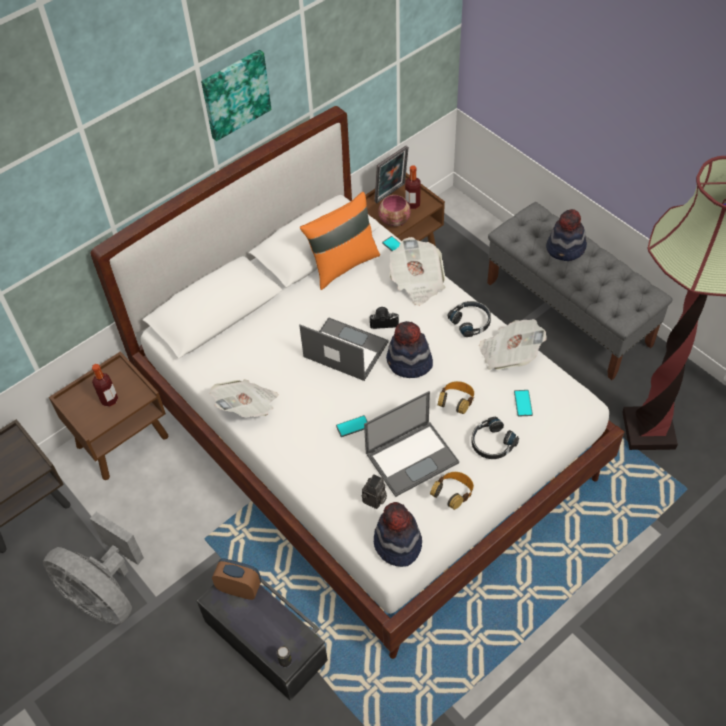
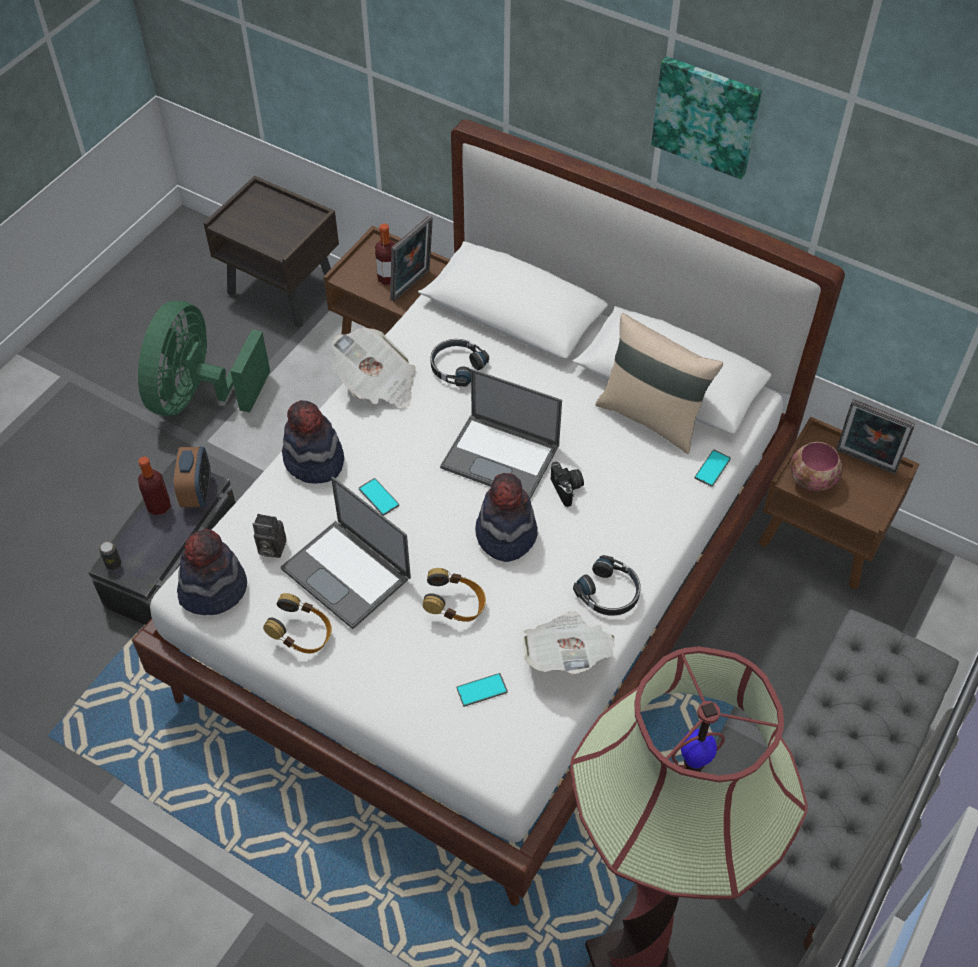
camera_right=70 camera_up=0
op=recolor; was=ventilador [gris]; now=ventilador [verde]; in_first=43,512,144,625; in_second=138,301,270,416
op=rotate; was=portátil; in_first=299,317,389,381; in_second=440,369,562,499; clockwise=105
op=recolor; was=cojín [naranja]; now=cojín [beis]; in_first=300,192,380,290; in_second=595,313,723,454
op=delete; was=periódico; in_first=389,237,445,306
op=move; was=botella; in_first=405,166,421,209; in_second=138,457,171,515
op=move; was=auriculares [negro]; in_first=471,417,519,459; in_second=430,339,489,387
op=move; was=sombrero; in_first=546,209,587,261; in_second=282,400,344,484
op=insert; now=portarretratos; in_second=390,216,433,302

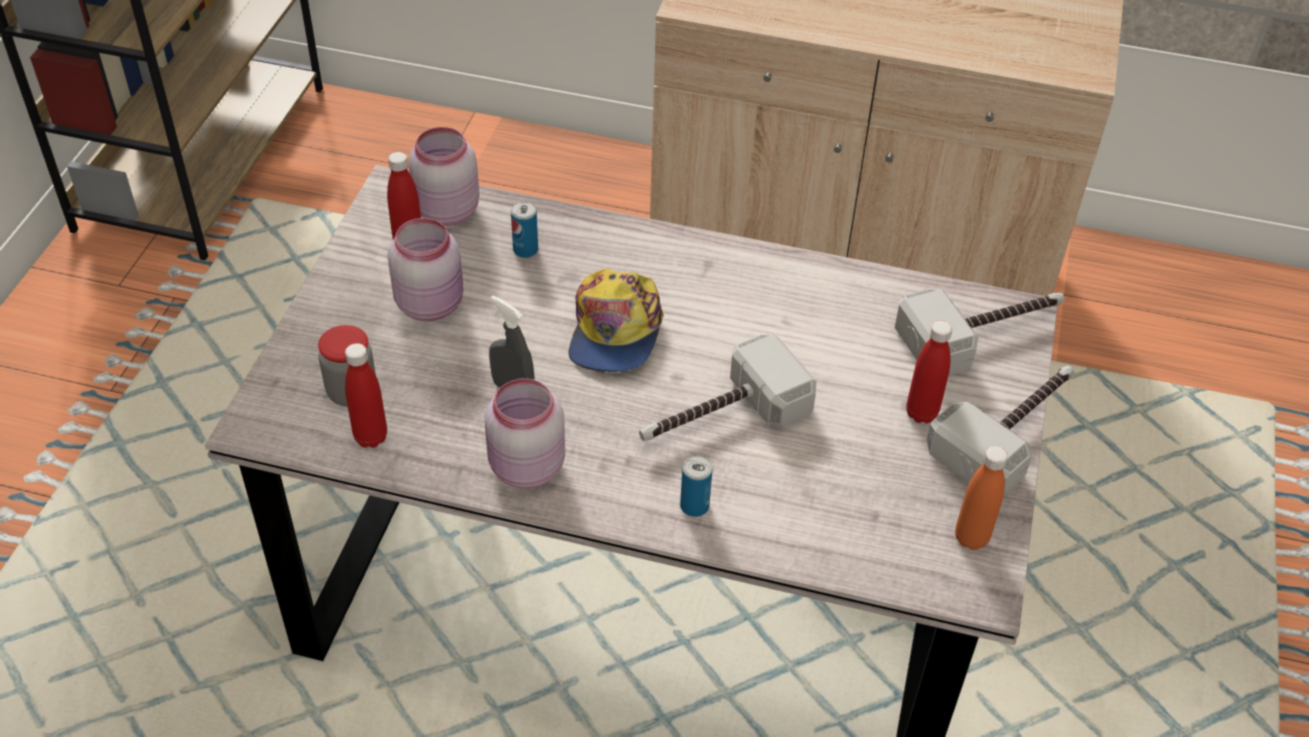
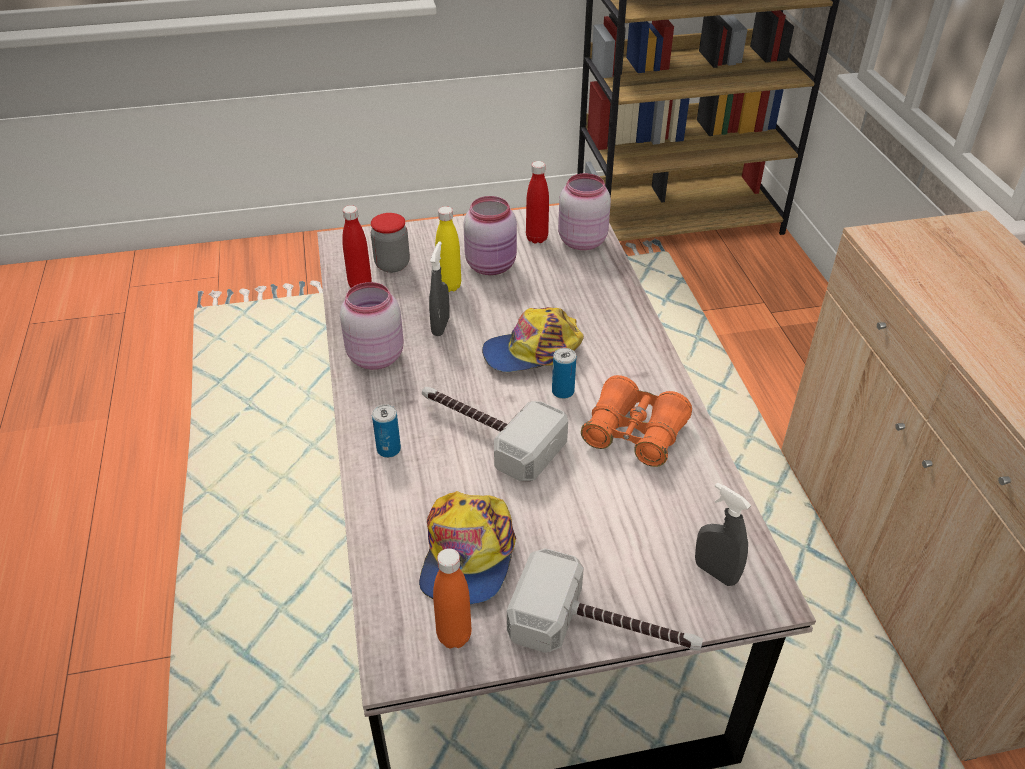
camera_right=65 camera_up=-5
op=move; was=lata; in_first=511,201,538,258; in_second=552,348,576,399
op=replace; was=martillo; now=pulverizador [gris]; in_first=895,288,1065,376; in_second=695,482,751,586
op=delete; was=botella [rojo]; in_first=906,321,952,424
op=insert; now=gorra; in_second=419,491,516,604
op=insert; now=botella [amarillo]; in_second=435,206,461,292
op=insert; now=prismáticos [naranja]; in_second=581,375,692,467

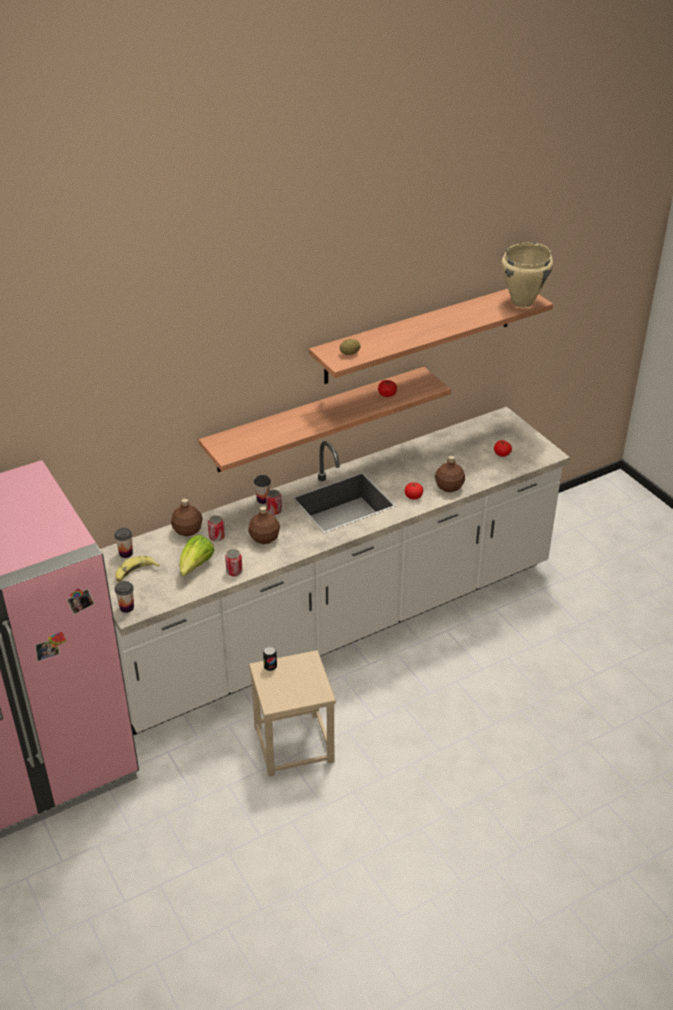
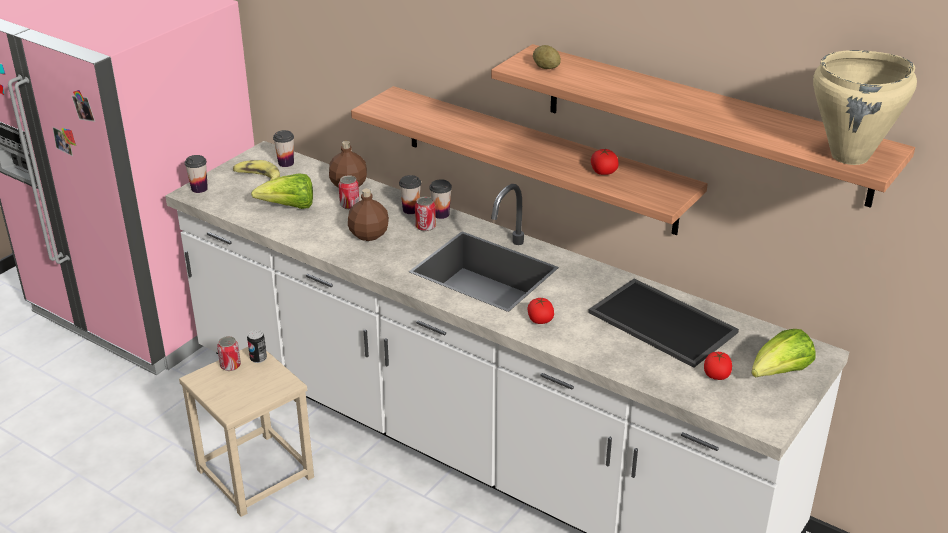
camera_right=65 camera_up=-5
op=move; was=lata; in_first=225,549,243,576; in_second=217,336,241,371
op=delete; was=botella [marrón]; in_first=435,456,465,492
op=insert; now=taza; in_second=399,175,421,214
op=insert; now=bandeja; in_second=588,278,739,368
op=insert; now=lechuga; in_second=751,329,815,378

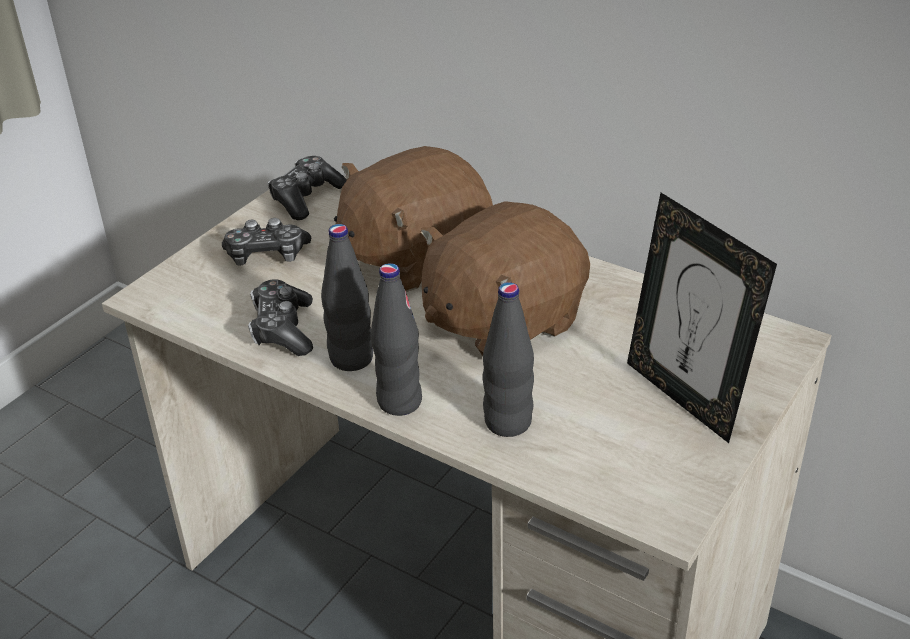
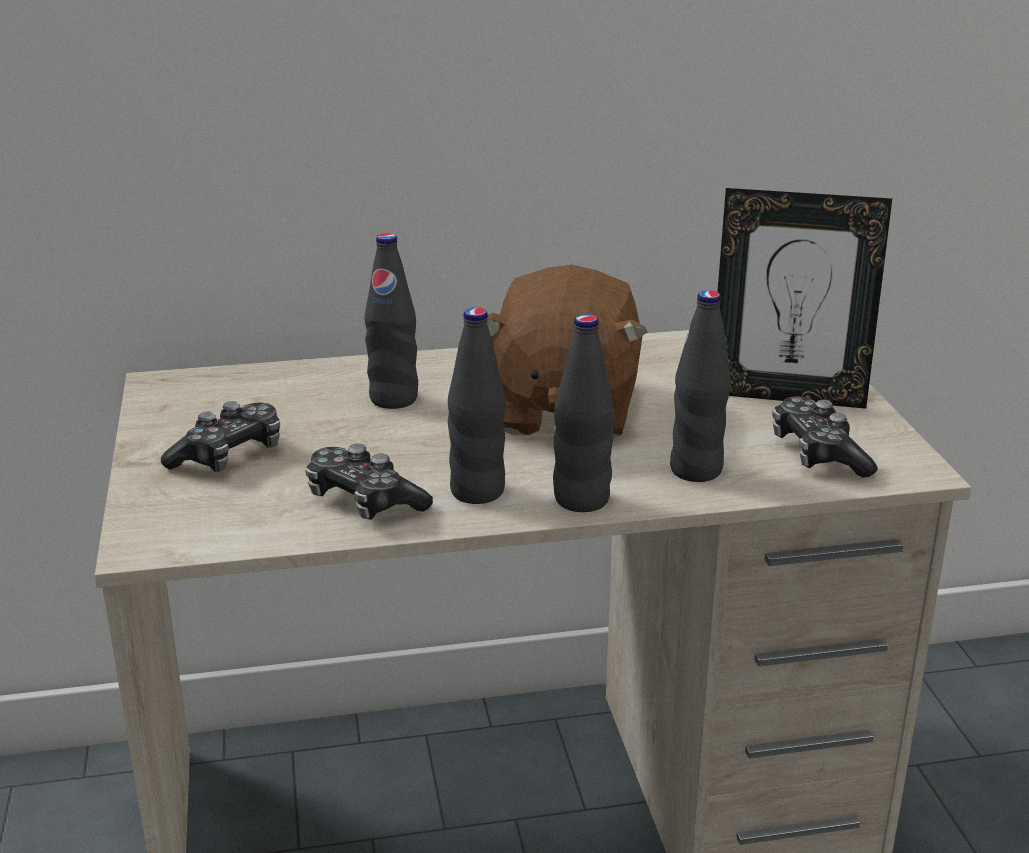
camera_right=-45 camera_up=-10
op=move; was=mando de consola; in_first=267,156,347,220; in_second=772,396,878,478
op=replace; was=peluche [marrón]; now=botella [negro]; in_first=334,146,493,292; in_second=364,233,418,409

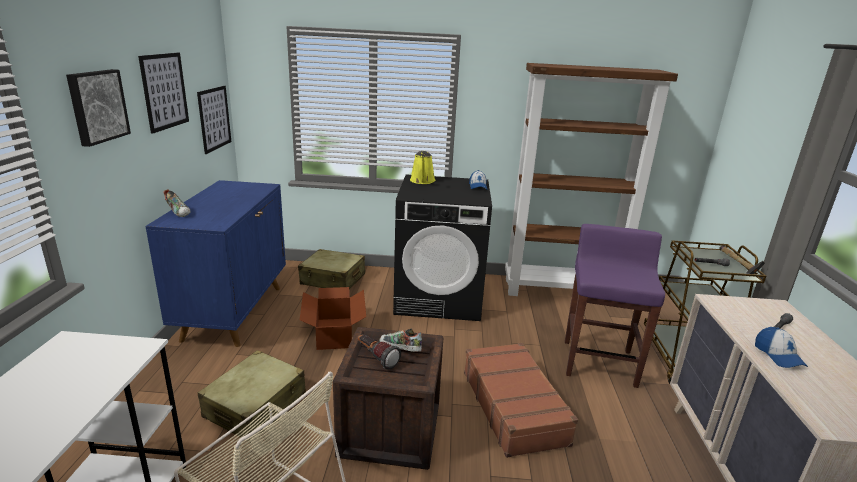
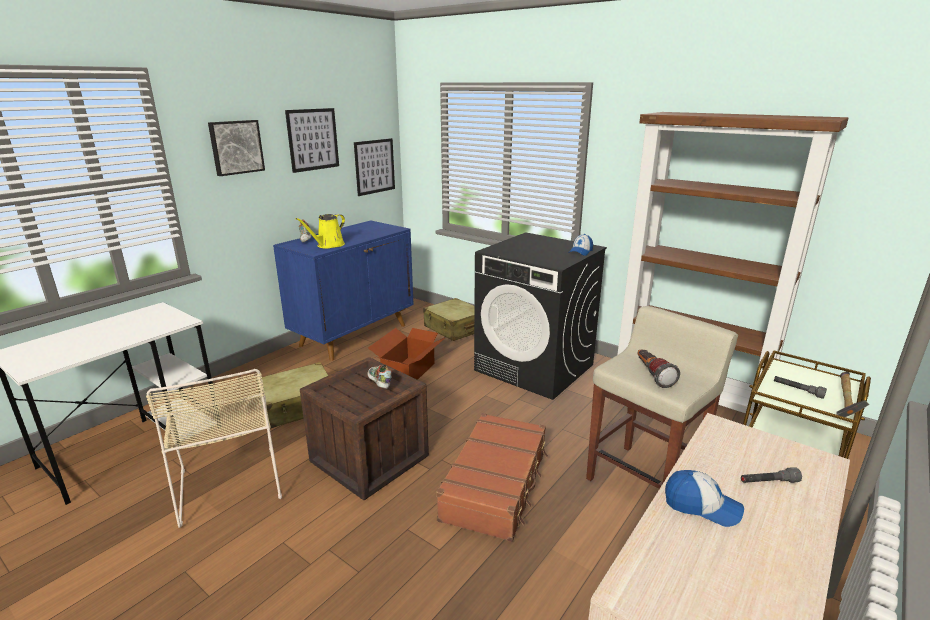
camera_right=35 camera_up=0
op=move; was=linterna; in_first=358,335,401,369; in_second=637,349,680,388
op=move; was=regadera [amarillo]; in_first=410,151,436,184; in_second=296,214,345,249
op=recolor; was=taburete [morado]; now=taburete [beis]; in_first=565,224,665,388; in_second=586,306,738,489
op=rotate; was=gorra; in_first=755,327,808,368; in_second=665,470,744,527; clockwise=-90

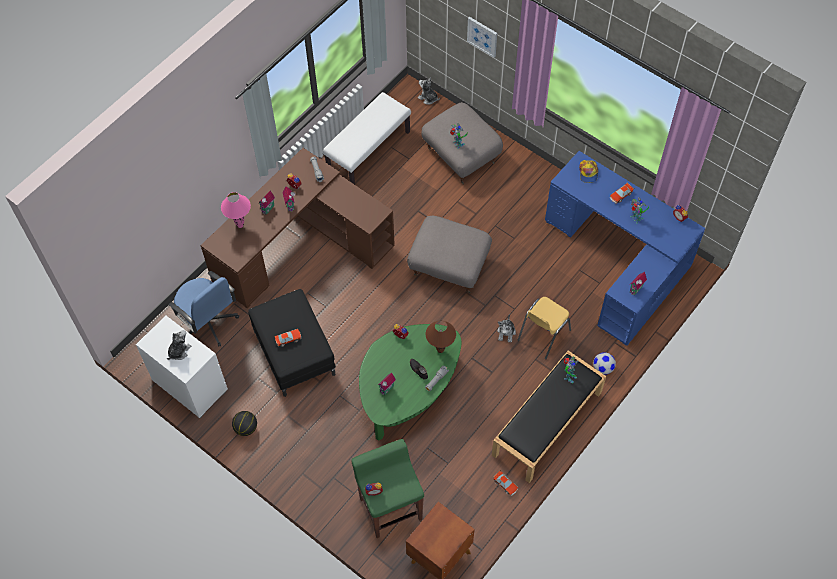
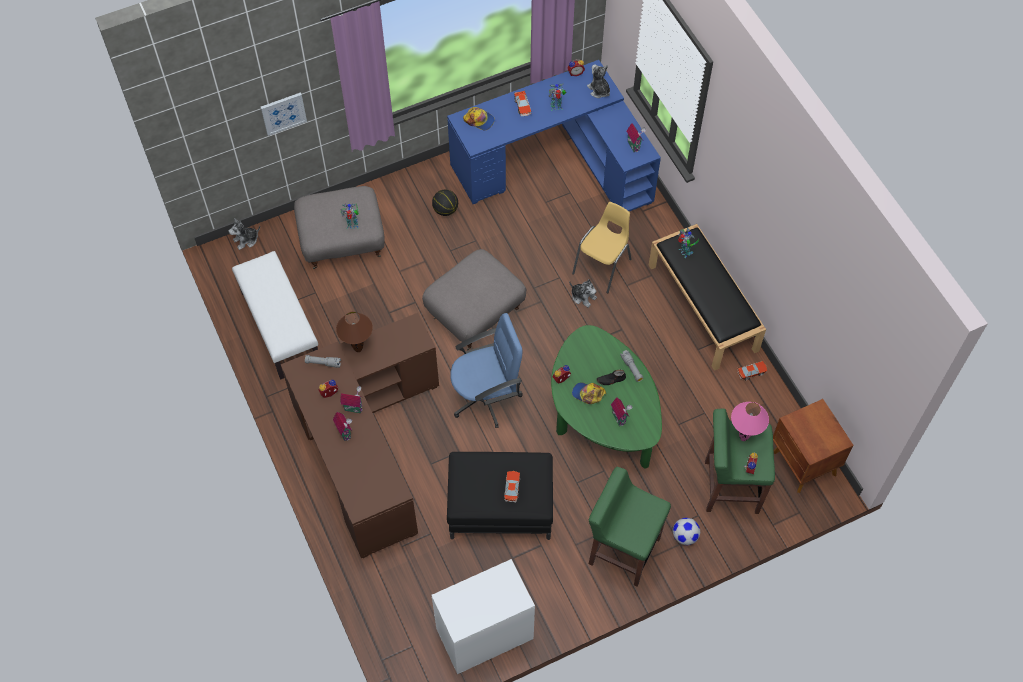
camera_right=-65 camera_up=0
op=move; was=peluche; in_first=167,330,191,360; in_second=587,64,610,98
op=move; was=silla de oficina [azul]; in_first=168,271,239,346; in_second=450,313,523,428
op=move; was=lámpara de mesa [rosa]; in_first=221,192,251,228; in_second=731,402,769,441
op=move; was=balón de baloncesto; in_first=232,411,257,436; in_second=432,189,458,216
op=move; was=lámpara de mesa [marrón]; in_first=426,321,456,353; in_second=336,312,373,352
op=rotate; was=silla [amarillo]; in_first=517,297,571,359; in_second=572,202,632,294; clockwise=-120
op=move; was=balón de fútbol; in_first=593,352,616,375; in_second=673,518,700,545
op=insert; now=gorra; in_second=572,382,606,404
op=insert; now=taburete [verde]; in_second=589,467,671,587

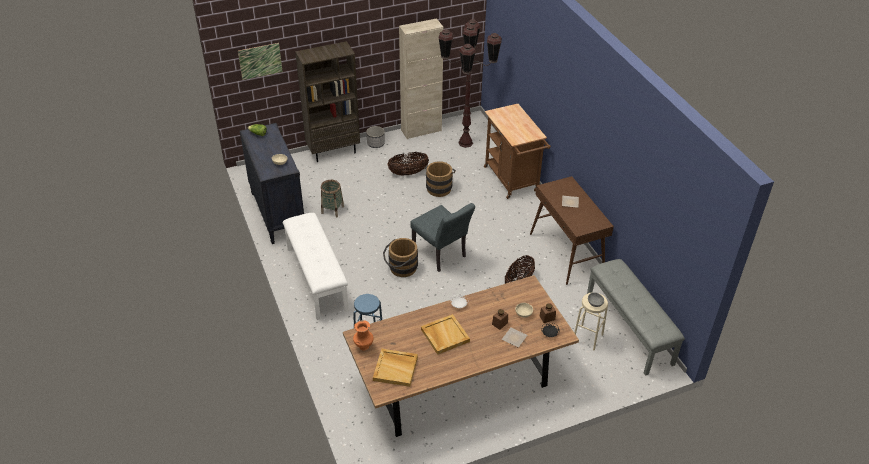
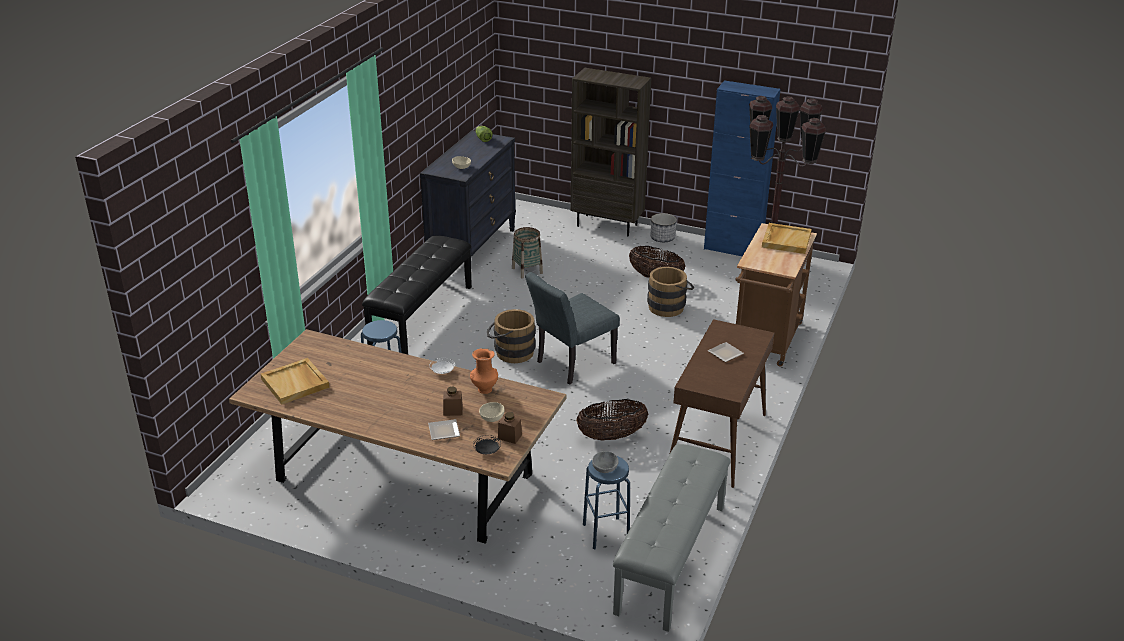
camera_right=45 camera_up=-10
op=delete; was=cuadro; in_first=238,43,283,80
op=recolor; was=banco [blanco]; now=banco [negro]; in_first=283,213,349,320; in_second=362,235,472,354
op=move; was=florero [naranja]; in_first=353,320,373,350; in_second=470,348,498,394
op=recolor; was=armario [beis]; now=armario [azul]; in_first=399,18,444,139; in_second=704,80,781,256
op=rotate; was=silla [gris]; in_first=410,203,475,272; in_second=525,272,620,384; clockwise=45
op=move; was=bandeja [beis]; in_first=421,314,470,355; in_second=762,223,812,254
op=recolor; was=taburete [beis]; now=taburete [azul]; in_first=574,292,608,350; in_second=583,456,630,550

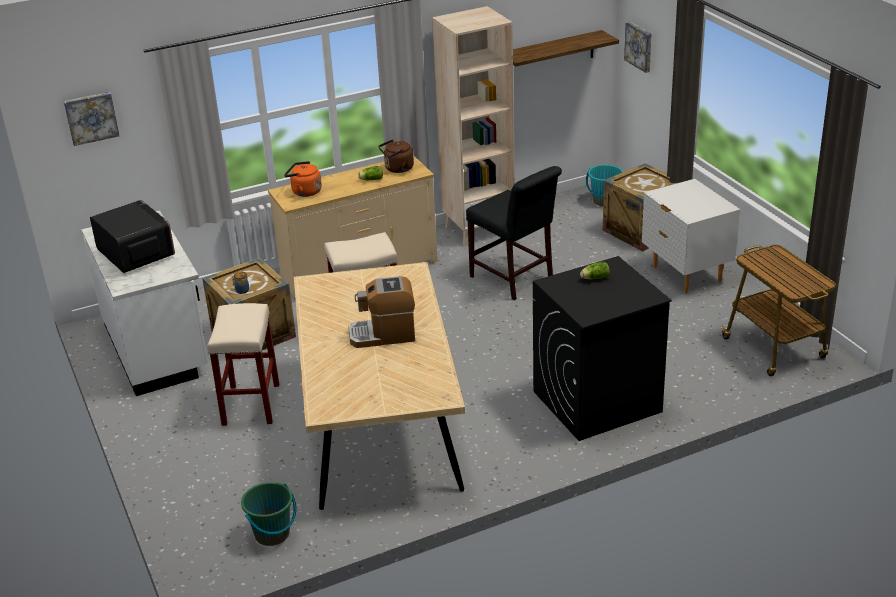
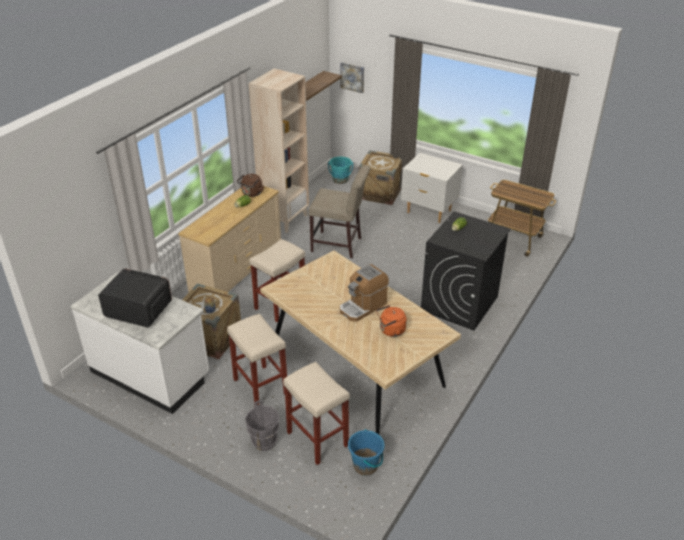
camera_right=-35 camera_up=5
op=delete; was=cuadro; in_first=64,92,119,146
op=recolor; was=cubo [verde]; now=cubo [azul]; in_first=241,482,297,546; in_second=348,429,385,476
op=move; was=hervidor [naranja]; in_first=284,161,322,197; in_second=376,305,407,337
op=recolor; was=silla [negro]; now=silla [beis]; in_first=466,166,562,300; in_second=309,165,370,258
op=insert; now=cubo [gris]; in_second=245,400,280,451
op=insert; now=taburete [beis]; in_second=283,362,350,465

